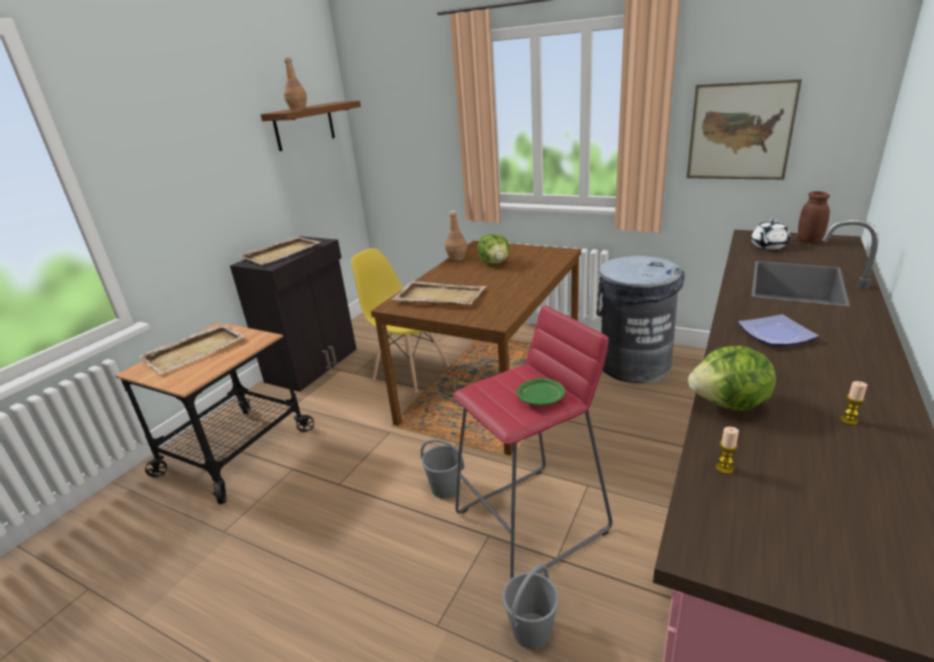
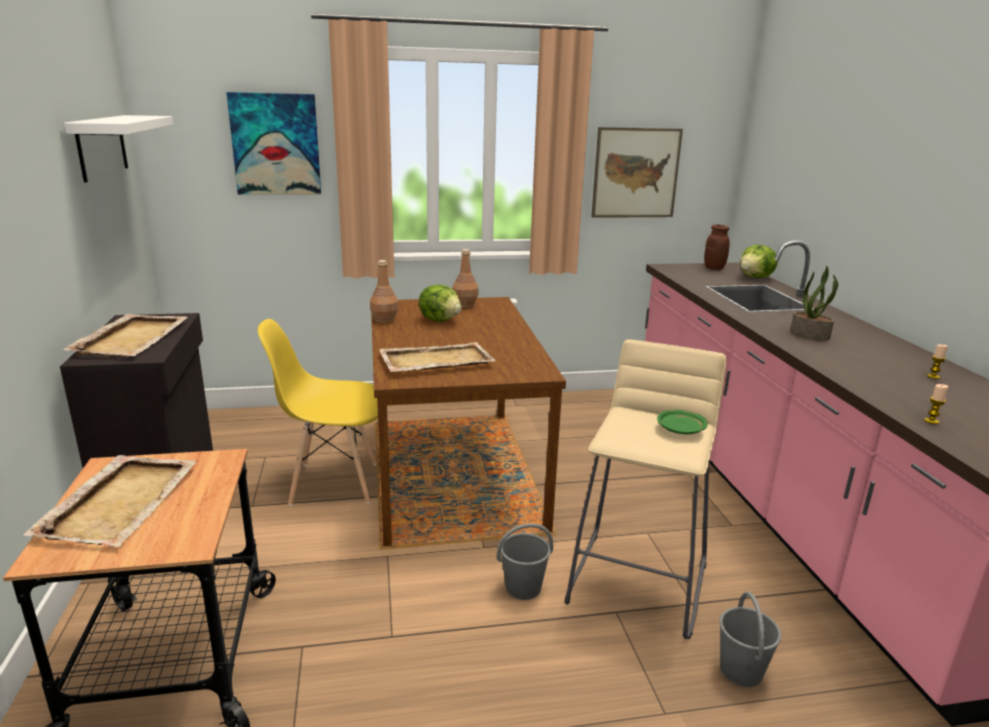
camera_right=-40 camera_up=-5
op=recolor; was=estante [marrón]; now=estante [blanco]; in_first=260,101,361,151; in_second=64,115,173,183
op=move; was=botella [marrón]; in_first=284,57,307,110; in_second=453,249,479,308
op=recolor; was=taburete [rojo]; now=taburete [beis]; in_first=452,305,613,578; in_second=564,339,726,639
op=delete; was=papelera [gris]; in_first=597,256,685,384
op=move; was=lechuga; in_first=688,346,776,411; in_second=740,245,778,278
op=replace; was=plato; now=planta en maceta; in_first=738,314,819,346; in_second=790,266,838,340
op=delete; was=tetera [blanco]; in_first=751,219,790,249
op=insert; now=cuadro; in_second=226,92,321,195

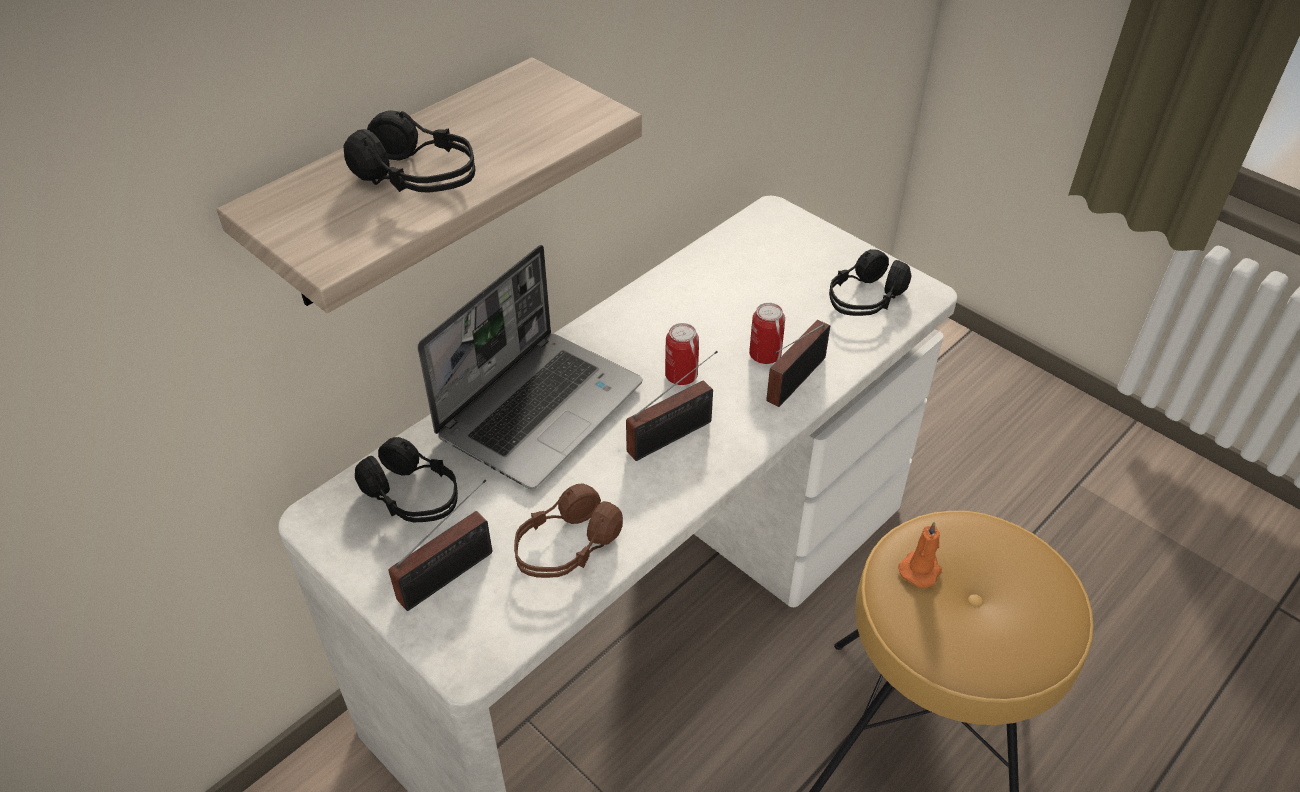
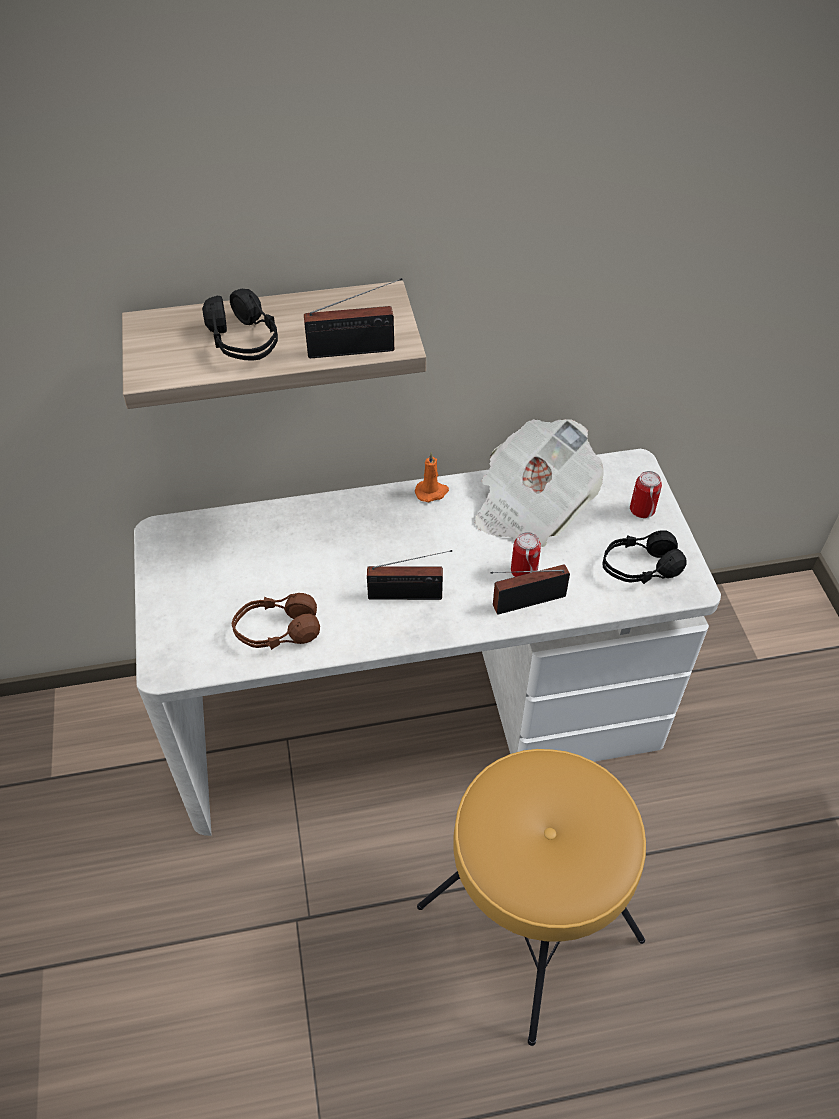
camera_right=35 camera_up=5
op=delete; was=auriculares [negro]; in_first=355,437,458,522
op=move; was=radio; in_first=388,480,492,611; in_second=304,278,403,358
op=delete; was=portátil; in_first=417,245,642,489
op=move; was=lata; in_first=665,323,699,385; in_second=630,471,662,518
op=move; was=vela [naranja]; in_first=898,521,942,588; in_second=415,452,449,502
op=insert; now=periódico; in_second=475,419,604,547

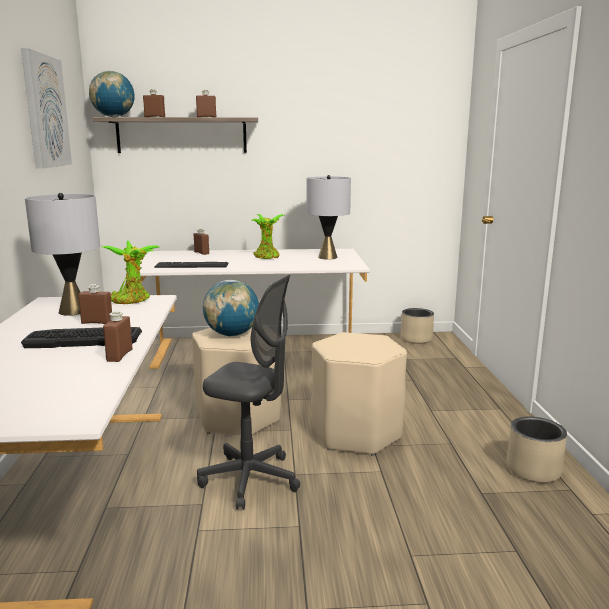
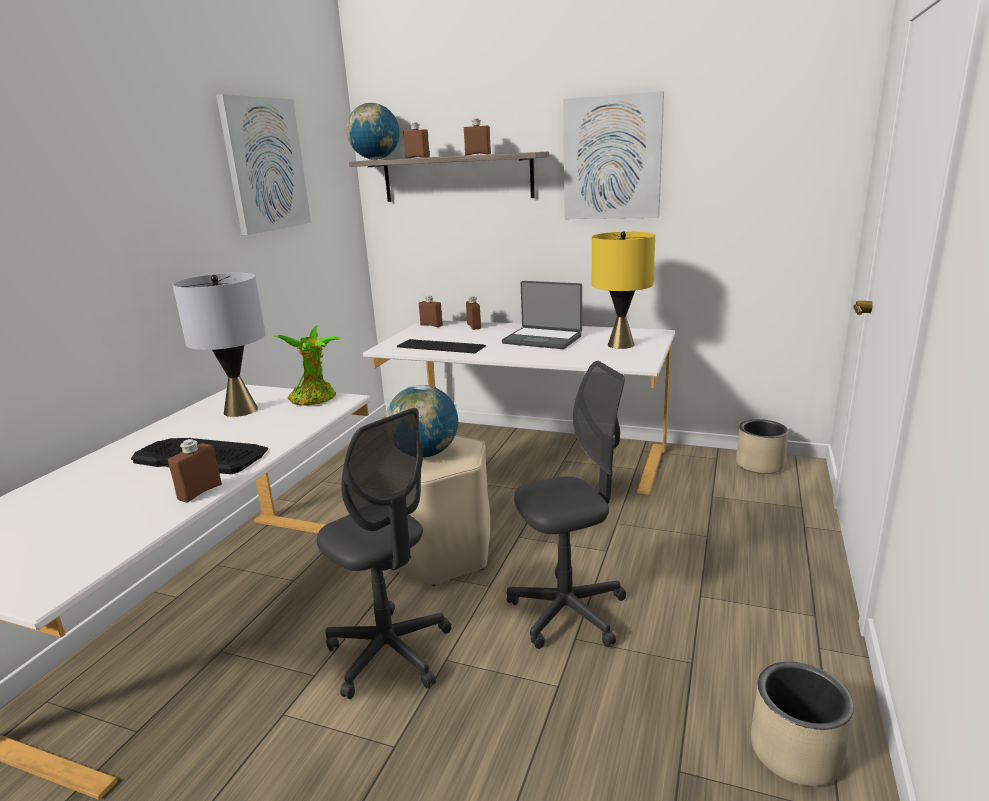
camera_right=25 camera_up=5
op=move; was=botella [marrón]; in_first=78,284,112,324; in_second=419,296,443,327
op=replace; was=planta en maceta; now=portátil; in_first=251,214,284,259; in_second=502,281,582,349
op=recolor; was=lámpara de mesa [gris]; now=lámpara de mesa [amarillo]; in_first=306,175,351,260; in_second=592,231,655,349
op=replace; was=taburete [beis]; now=silla de oficina [gris]; in_first=312,332,407,456; in_second=507,361,626,649
op=insert; now=cuadro; in_second=563,91,664,219

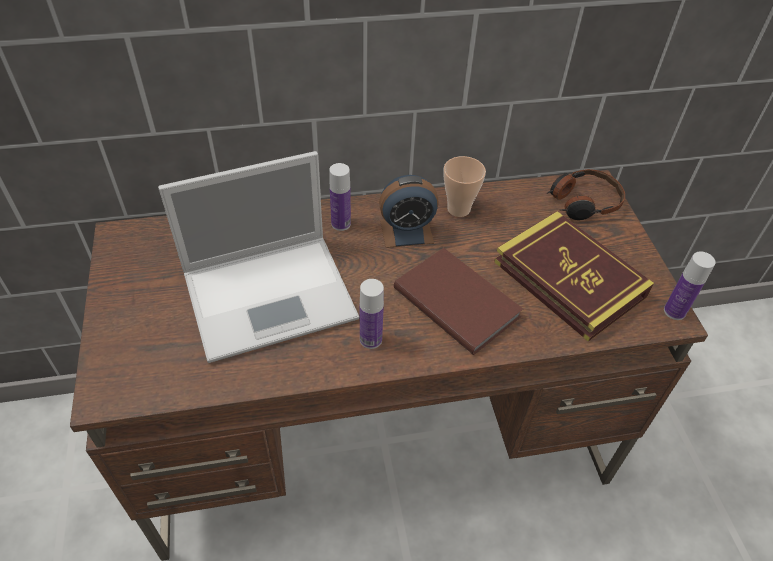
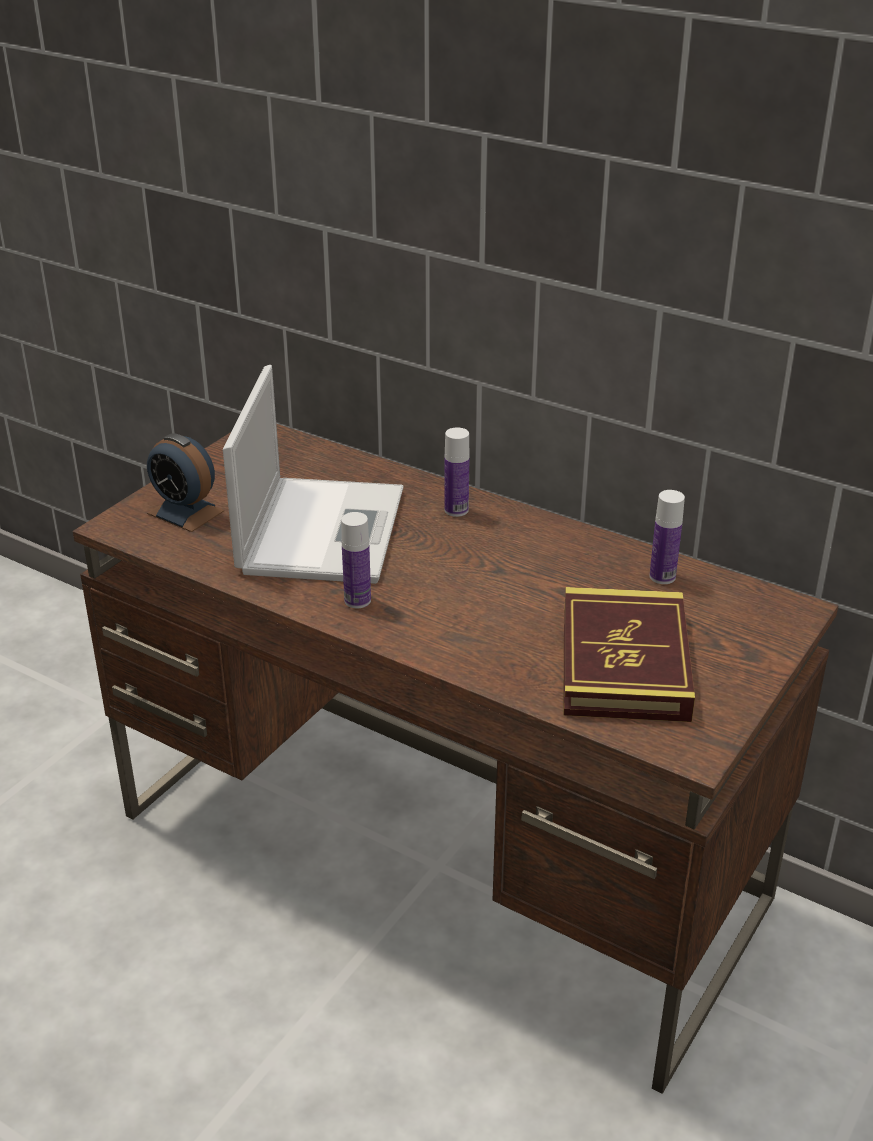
camera_right=45 camera_up=-15
op=rotate; was=portátil; in_first=158,151,359,363; in_second=223,365,403,584; clockwise=-105
op=move; was=despertador; in_first=379,175,439,248; in_second=147,433,224,532
op=delete; was=libro [marrón]; in_first=394,248,523,355
op=delete; was=taza; in_first=443,156,486,217
op=delete; was=auriculares; in_first=547,169,625,220
op=move; was=botella; in_first=664,252,716,320; in_second=650,490,685,584

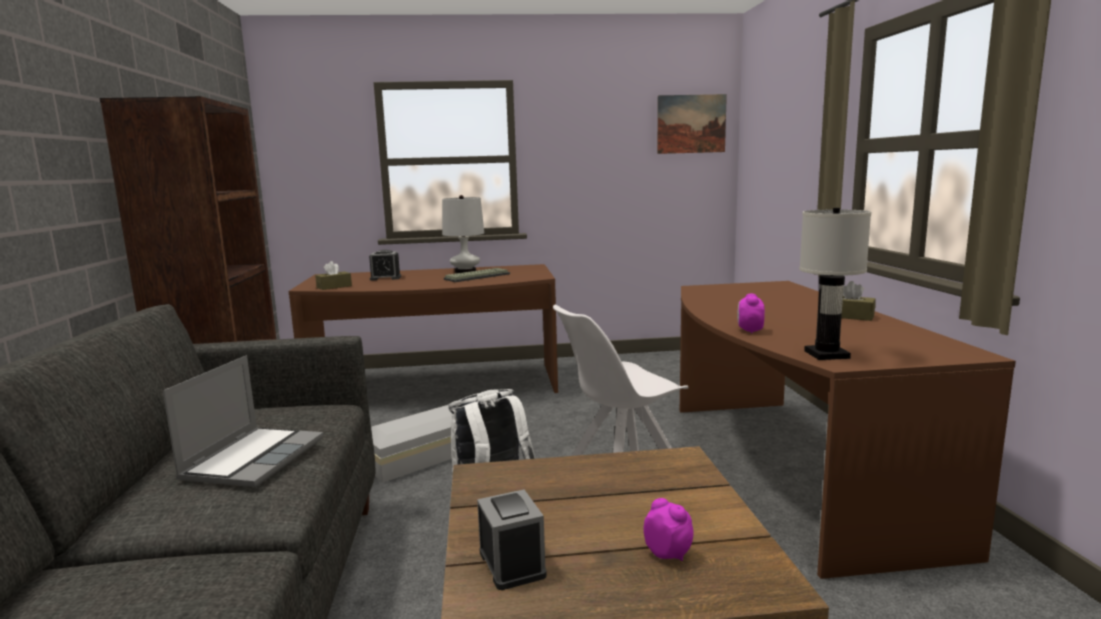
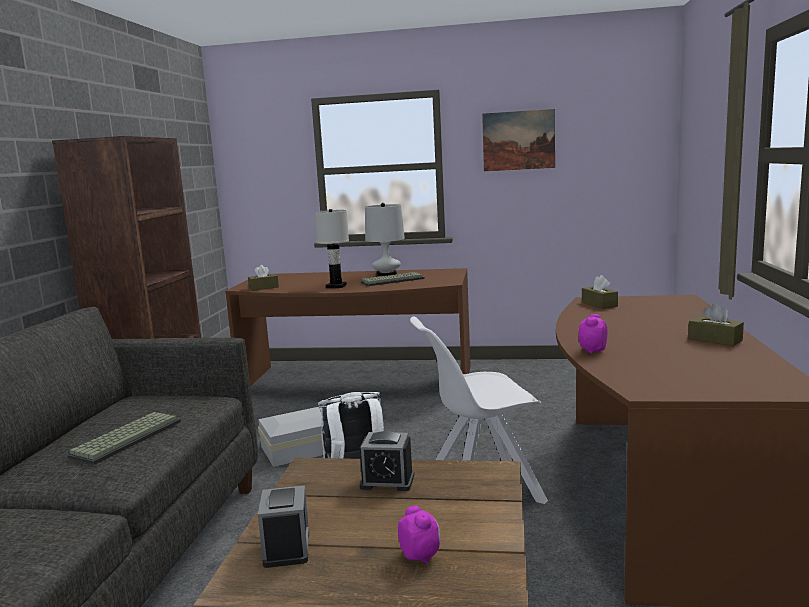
camera_right=15 camera_up=0
op=replace; was=portátil; now=teclado; in_first=163,355,324,487; in_second=67,412,181,465
op=move; was=despertador; in_first=369,250,401,281; in_second=360,431,415,491
op=move; was=cuadro; in_first=657,94,727,154; in_second=482,109,555,171
op=move; was=lámpara de mesa [blanco]; in_first=799,208,871,360; in_second=314,209,349,288
op=insert; now=caja de pañuelos [marrón]; in_second=582,275,618,309

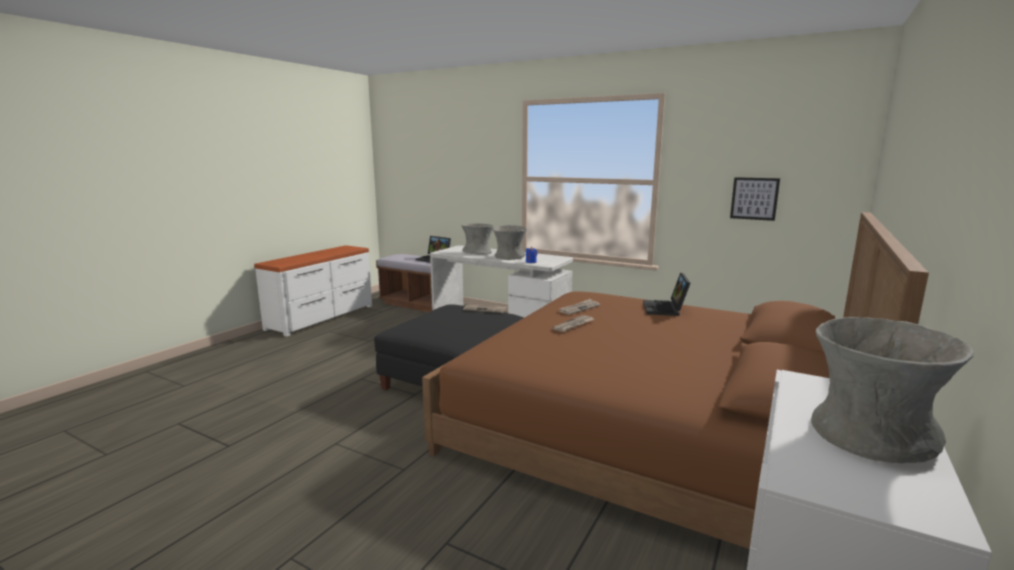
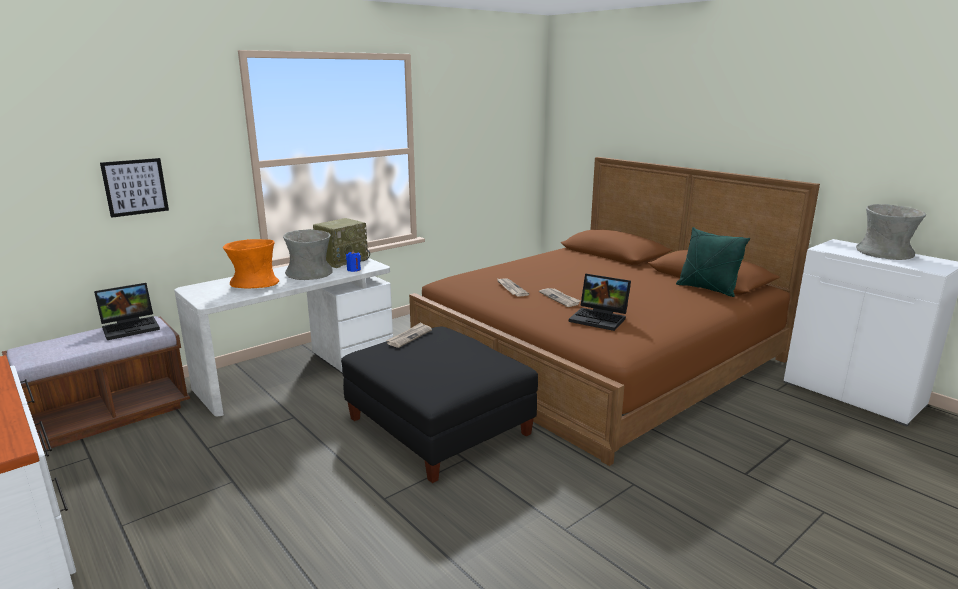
camera_right=-70 camera_up=5
op=recolor; was=florero [gris]; now=florero [naranja]; in_first=461,223,494,255; in_second=223,239,279,289
op=move; was=portátil; in_first=643,272,690,316; in_second=569,274,631,331
op=move; was=cuadro; in_first=730,177,780,221; in_second=100,158,169,218
op=insert; now=radio; in_second=313,218,370,268
op=insert; now=cojín [verde]; in_second=676,227,750,297

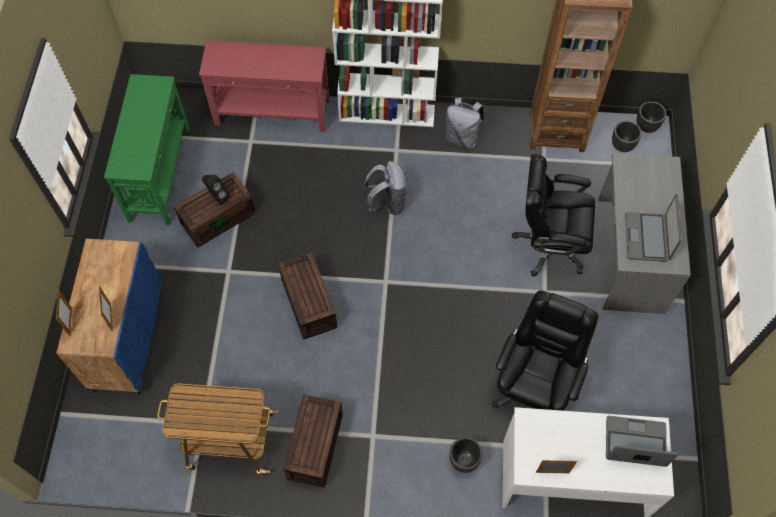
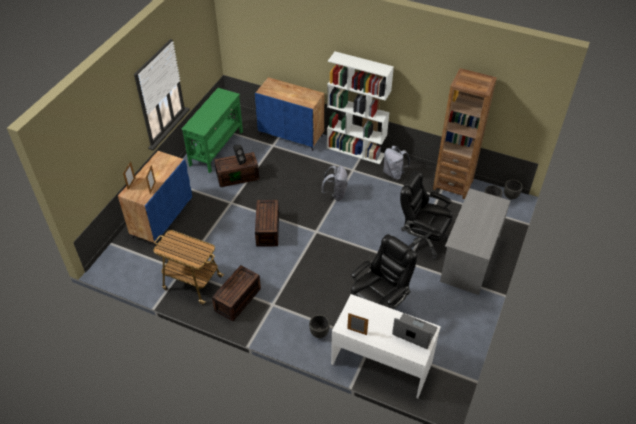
camera_right=20 camera_up=-15
op=replace; was=mesa consola [rojo]; now=armario [azul]; in_first=199,41,330,132; in_second=255,77,324,151
op=delete; was=portátil; in_first=625,194,681,262

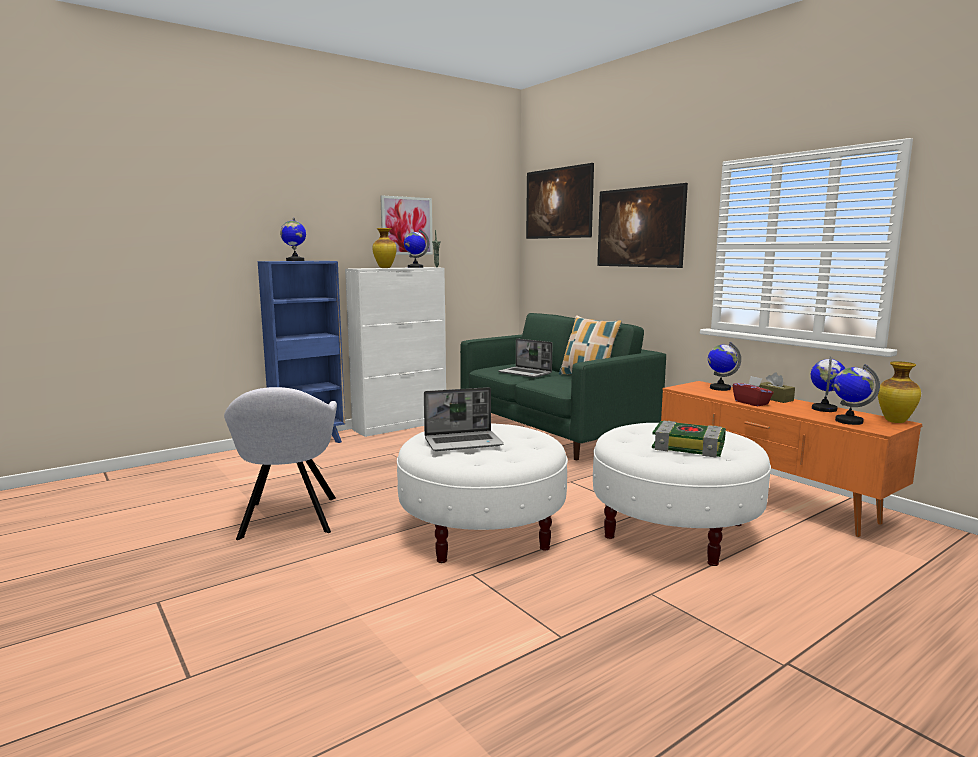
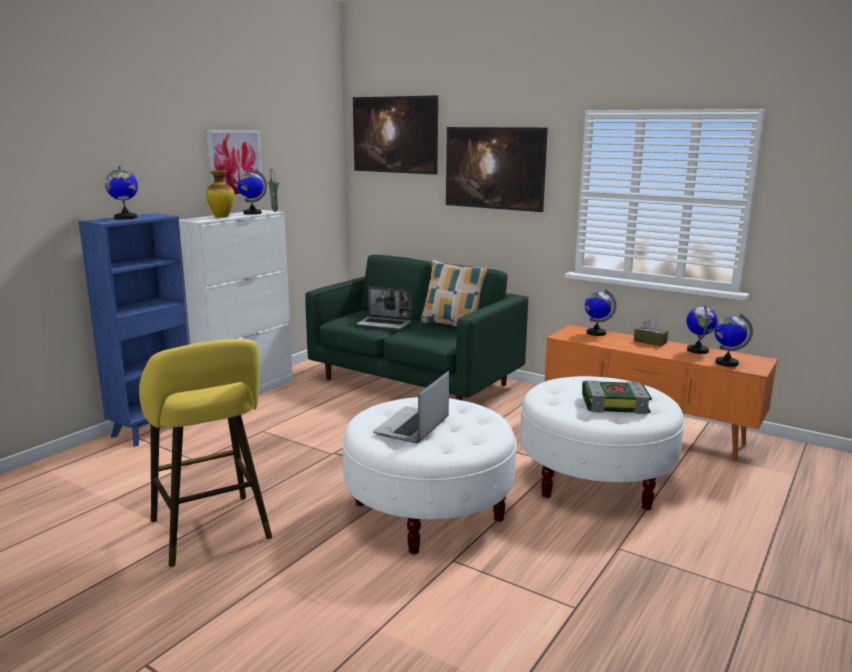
camera_right=-20 camera_up=5
op=replace; was=sillón [gris]; now=taburete [amarillo]; in_first=224,387,337,540; in_second=139,339,272,567
op=rotate; was=portátil; in_first=424,387,504,451; in_second=373,371,449,443; clockwise=150
op=delete; was=caja de pañuelos [rojo]; in_first=733,376,774,406
op=delete; was=florero; in_first=878,361,921,423

